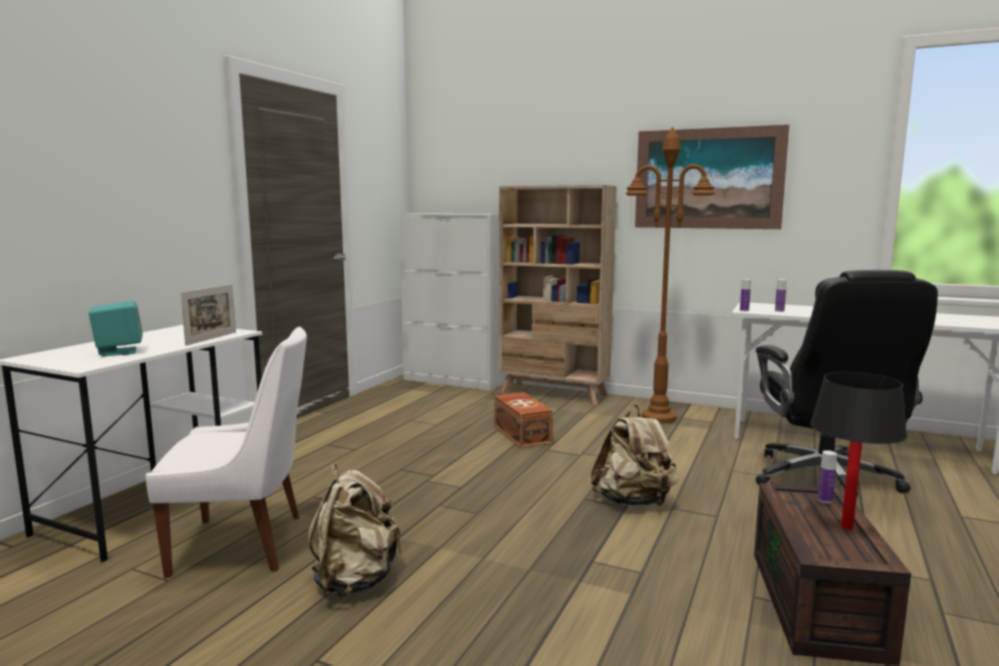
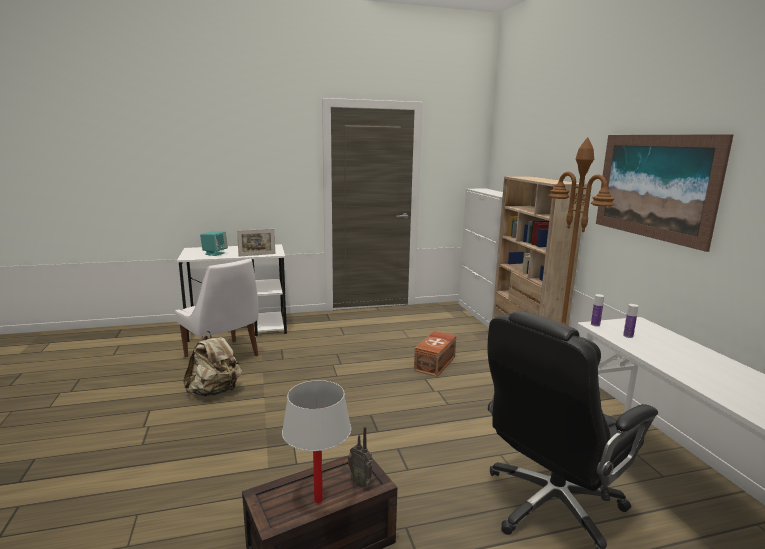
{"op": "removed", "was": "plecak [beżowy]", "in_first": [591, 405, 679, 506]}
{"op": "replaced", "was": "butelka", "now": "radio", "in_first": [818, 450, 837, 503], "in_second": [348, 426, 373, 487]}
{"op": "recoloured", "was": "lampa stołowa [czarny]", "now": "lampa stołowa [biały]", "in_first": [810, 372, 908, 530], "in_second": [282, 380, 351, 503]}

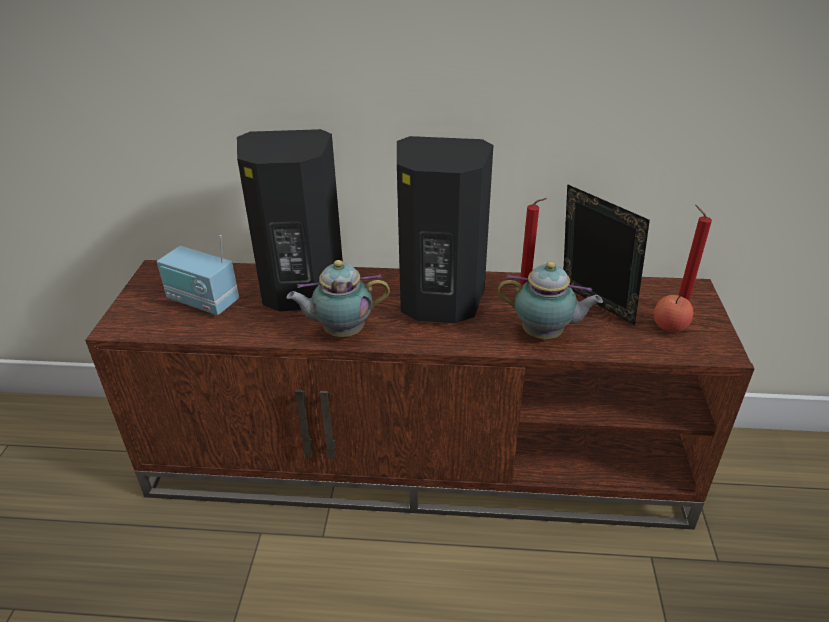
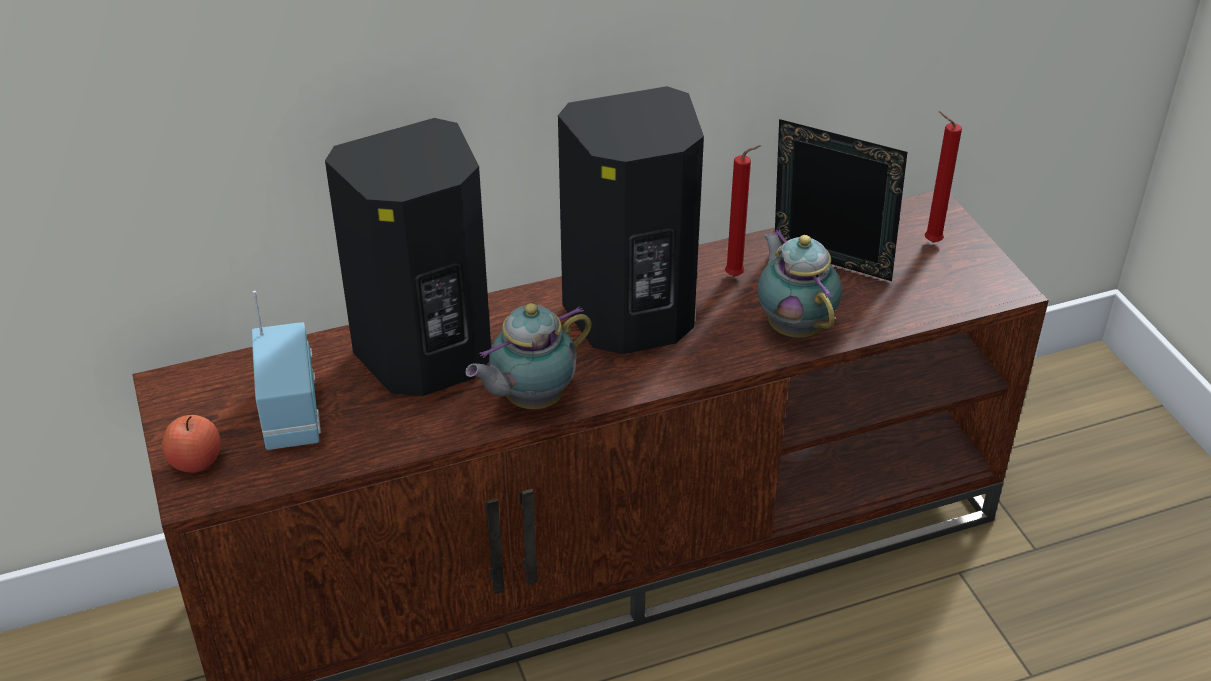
{"op": "moved", "was": "jabłko", "in_first": [654, 294, 694, 332], "in_second": [162, 415, 221, 473]}
{"op": "turned", "was": "radio", "in_first": [157, 235, 239, 315], "in_second": [251, 291, 321, 450], "clockwise": -105}
{"op": "turned", "was": "imbryk", "in_first": [498, 261, 603, 339], "in_second": [757, 229, 842, 338], "clockwise": -105}

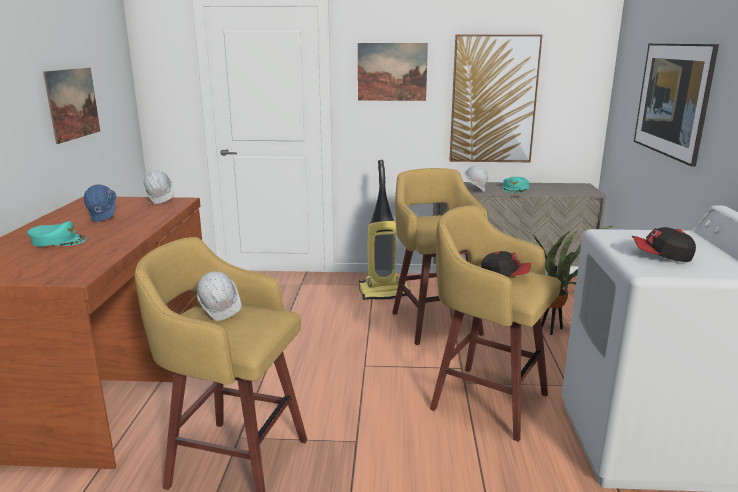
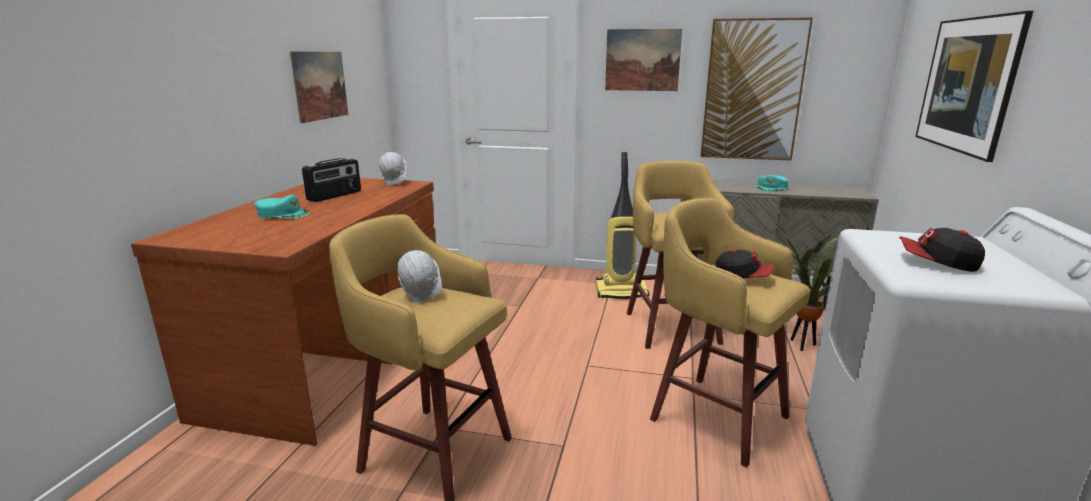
{"op": "removed", "was": "kask [biały]", "in_first": [464, 166, 489, 192]}
{"op": "replaced", "was": "kask [niebieski]", "now": "radio", "in_first": [84, 184, 116, 222], "in_second": [302, 158, 361, 202]}

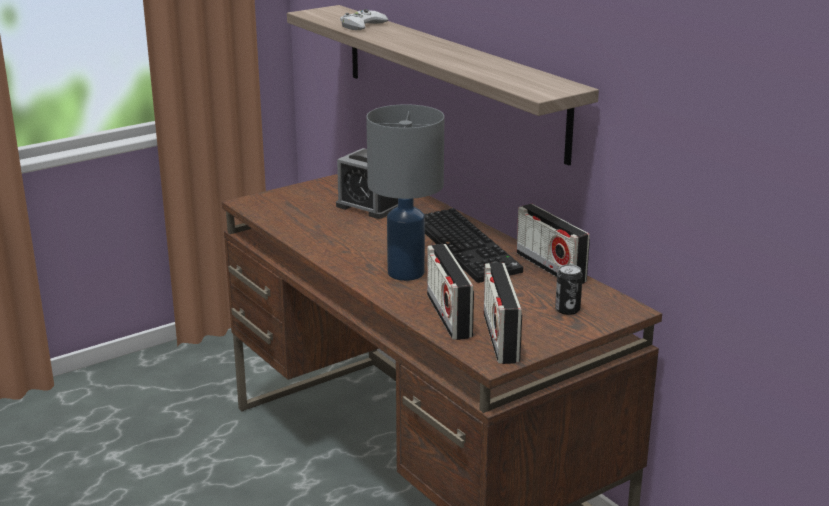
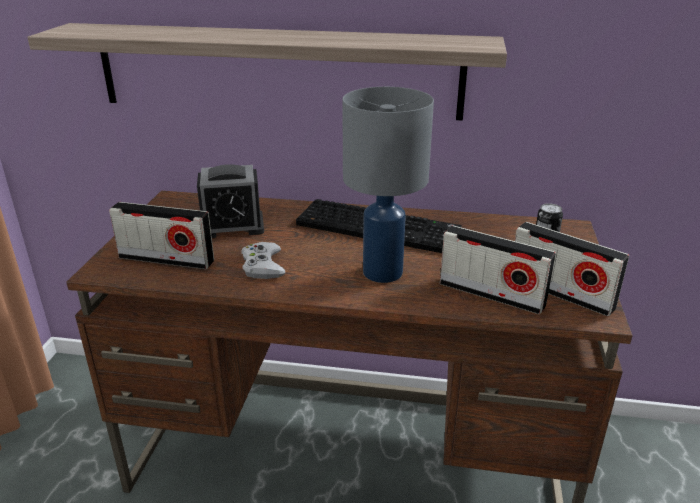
{"op": "moved", "was": "pad do gier [biały]", "in_first": [340, 9, 389, 30], "in_second": [241, 242, 285, 279]}
{"op": "moved", "was": "radio", "in_first": [516, 204, 590, 284], "in_second": [109, 202, 214, 269]}

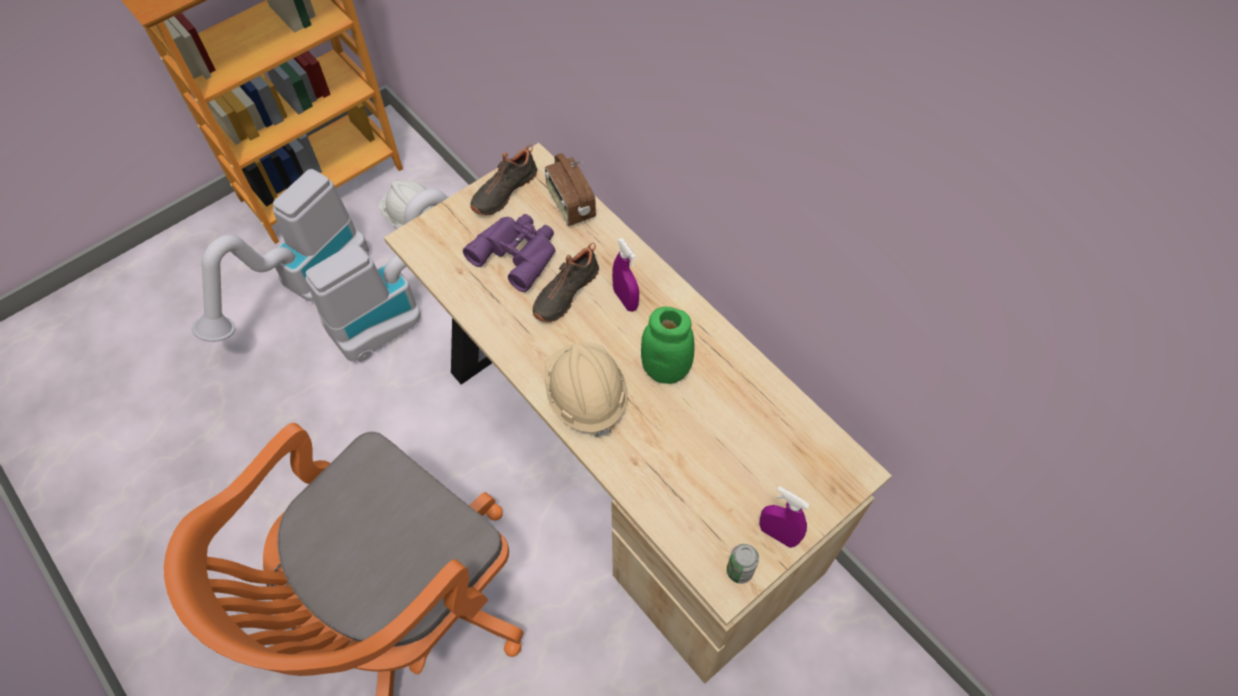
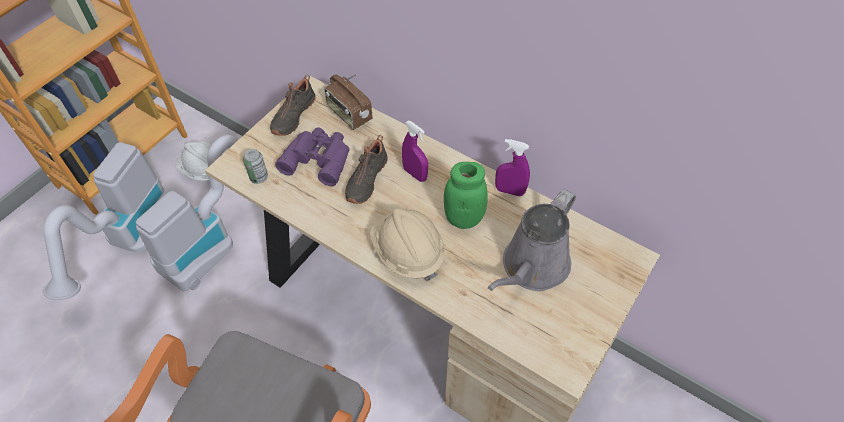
{"op": "added", "now": "konewka [szary]", "in_second": [488, 189, 576, 291]}
{"op": "moved", "was": "puszka", "in_first": [727, 544, 759, 584], "in_second": [243, 149, 268, 184]}
{"op": "moved", "was": "spryskiwacz [fioletowy]", "in_first": [760, 486, 810, 548], "in_second": [495, 139, 530, 197]}

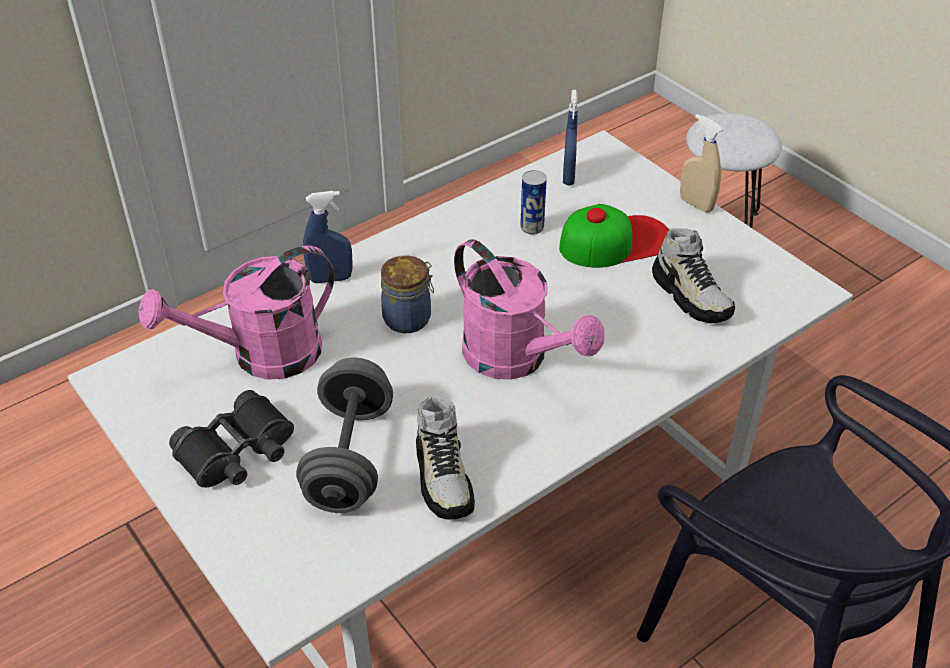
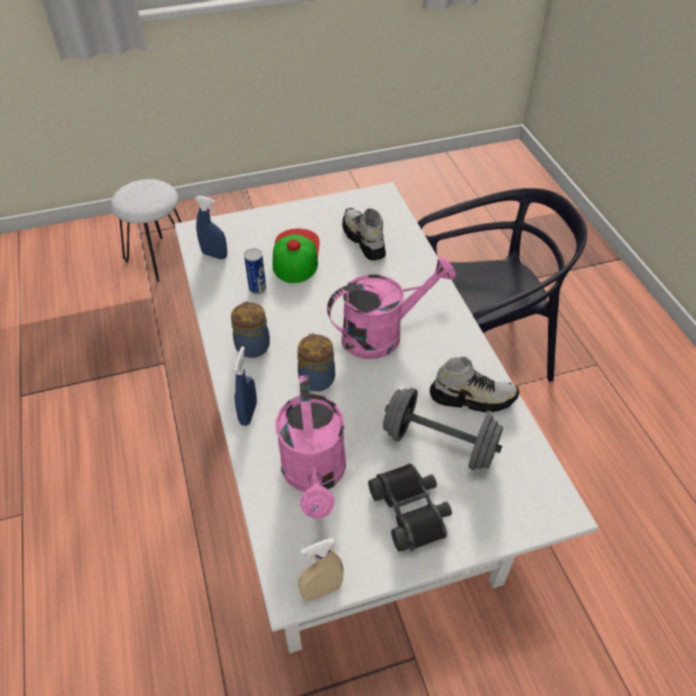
{"op": "added", "now": "słoik", "in_second": [231, 301, 270, 358]}
{"op": "moved", "was": "spryskiwacz [beżowy]", "in_first": [680, 114, 723, 213], "in_second": [298, 538, 344, 602]}
{"op": "turned", "was": "but", "in_first": [652, 228, 735, 323], "in_second": [342, 208, 386, 260], "clockwise": -105}

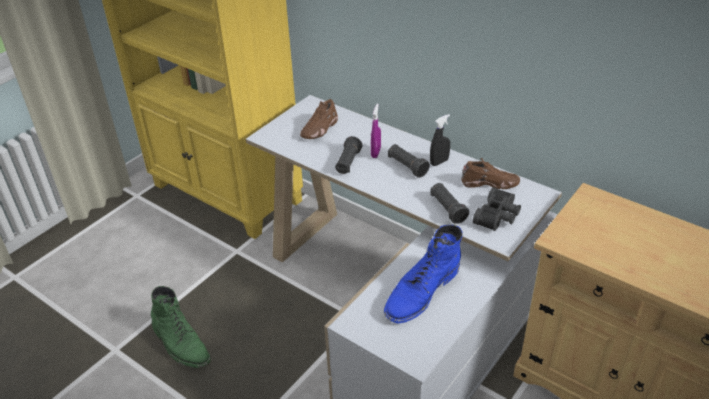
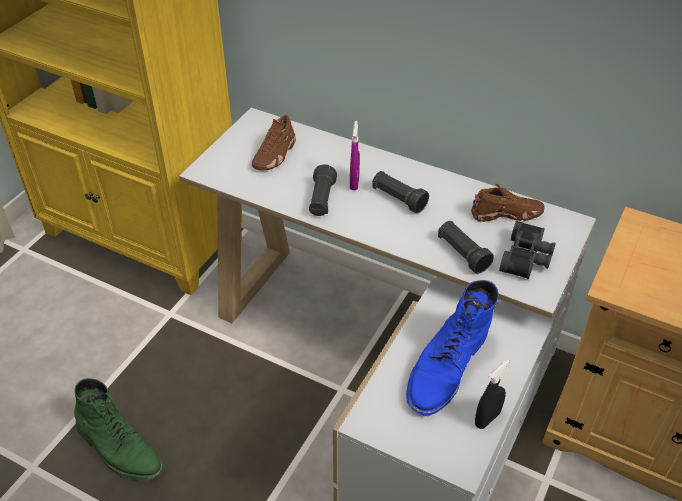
{"op": "moved", "was": "spryskiwacz [czarny]", "in_first": [430, 114, 450, 166], "in_second": [475, 359, 510, 429]}

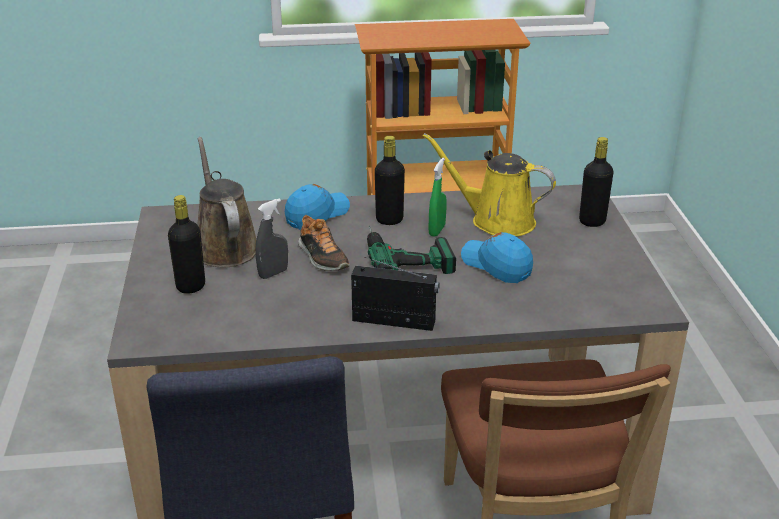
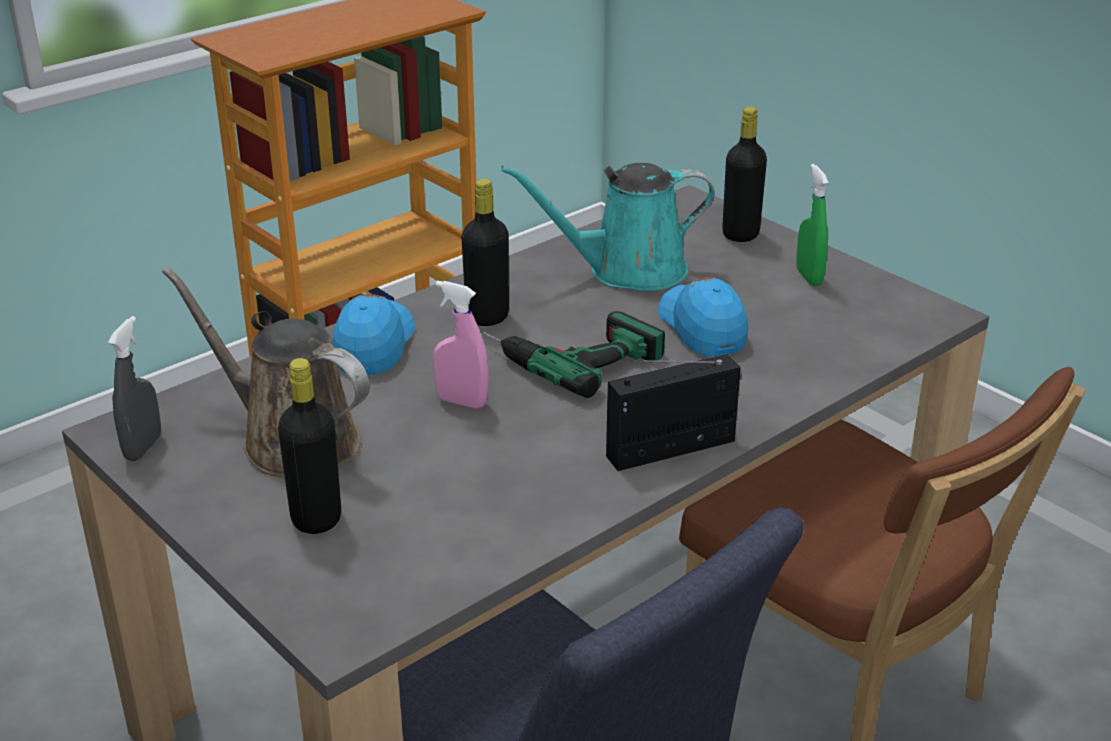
{"op": "moved", "was": "spryskiwacz [szary]", "in_first": [255, 198, 288, 279], "in_second": [108, 316, 161, 461]}
{"op": "moved", "was": "spryskiwacz [zielony]", "in_first": [429, 158, 447, 237], "in_second": [796, 164, 829, 286]}
{"op": "replaced", "was": "but", "now": "spryskiwacz [różowy]", "in_first": [298, 215, 350, 271], "in_second": [433, 281, 489, 409]}
{"op": "recoloured", "was": "konewka [żółty]", "now": "konewka [turkusowy]", "in_first": [423, 133, 556, 236], "in_second": [501, 163, 715, 291]}
{"op": "turned", "was": "czapka z daszkiem [niebieski]", "in_first": [461, 232, 533, 283], "in_second": [658, 277, 748, 357], "clockwise": 60}

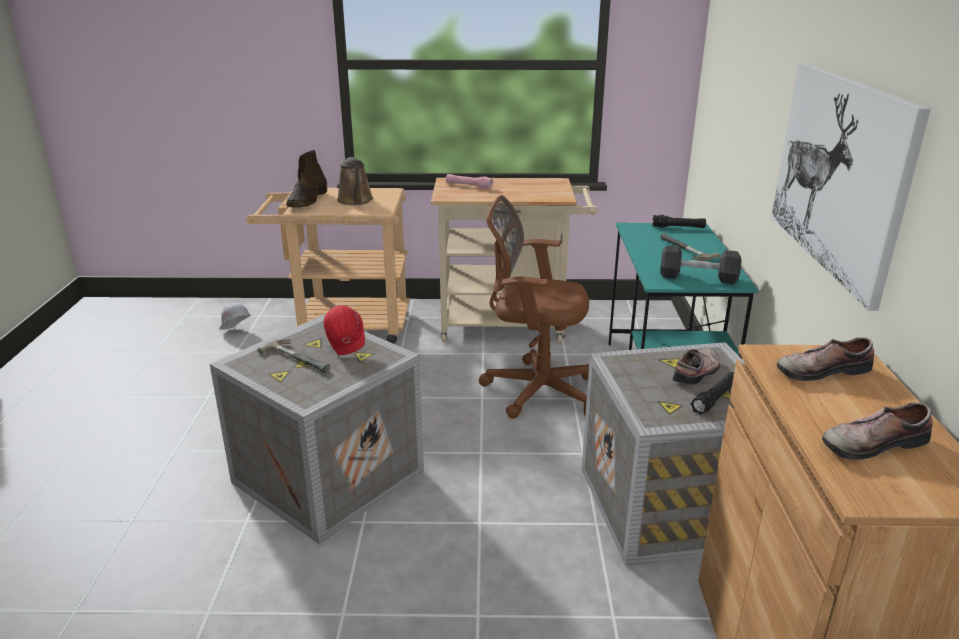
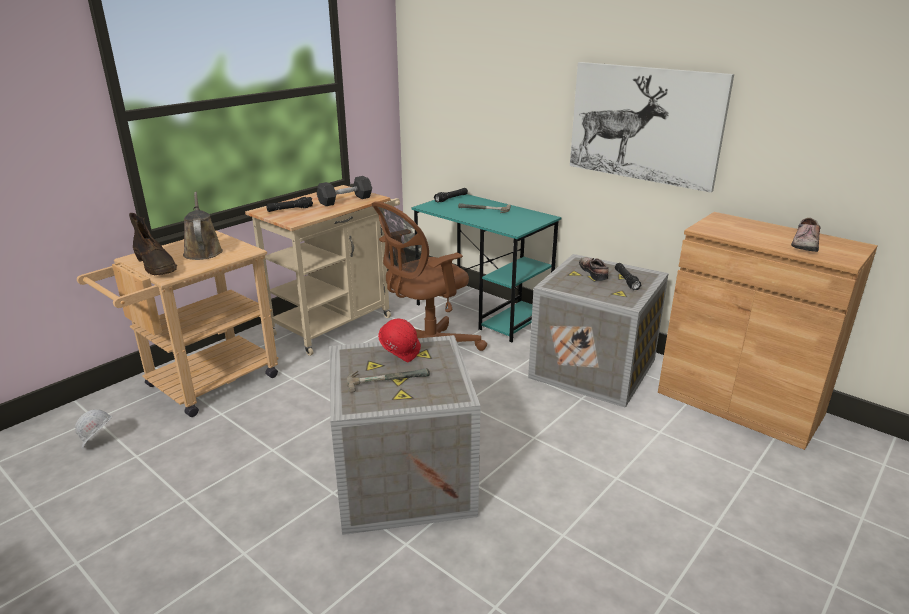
{"op": "removed", "was": "but", "in_first": [777, 337, 874, 381]}
{"op": "moved", "was": "hantel [czarny]", "in_first": [660, 245, 741, 284], "in_second": [317, 176, 372, 206]}
{"op": "recoloured", "was": "latarka [różowy]", "now": "latarka [czarny]", "in_first": [446, 174, 494, 189], "in_second": [266, 197, 313, 212]}
{"op": "turned", "was": "konewka [brązowy]", "in_first": [337, 157, 373, 205], "in_second": [183, 192, 223, 260], "clockwise": -135}

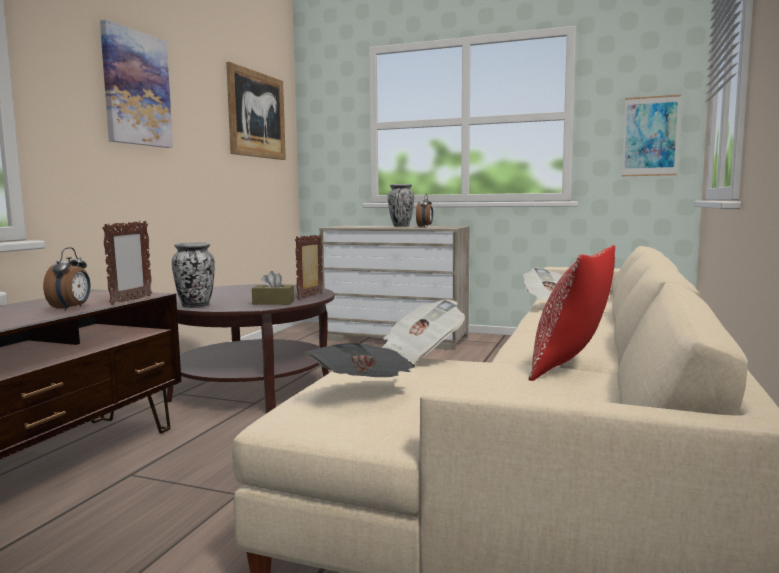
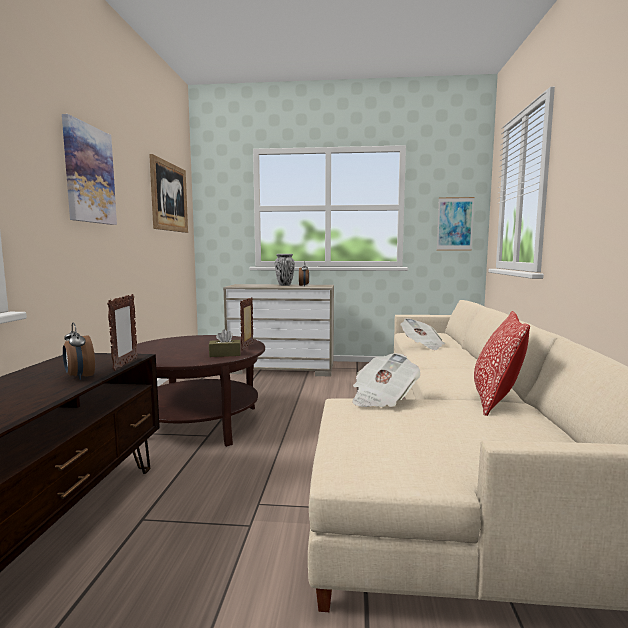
{"op": "removed", "was": "wazon", "in_first": [172, 242, 215, 308]}
{"op": "removed", "was": "gazeta", "in_first": [304, 343, 415, 377]}
{"op": "turned", "was": "budzik", "in_first": [43, 247, 90, 311], "in_second": [63, 323, 95, 380], "clockwise": 150}

